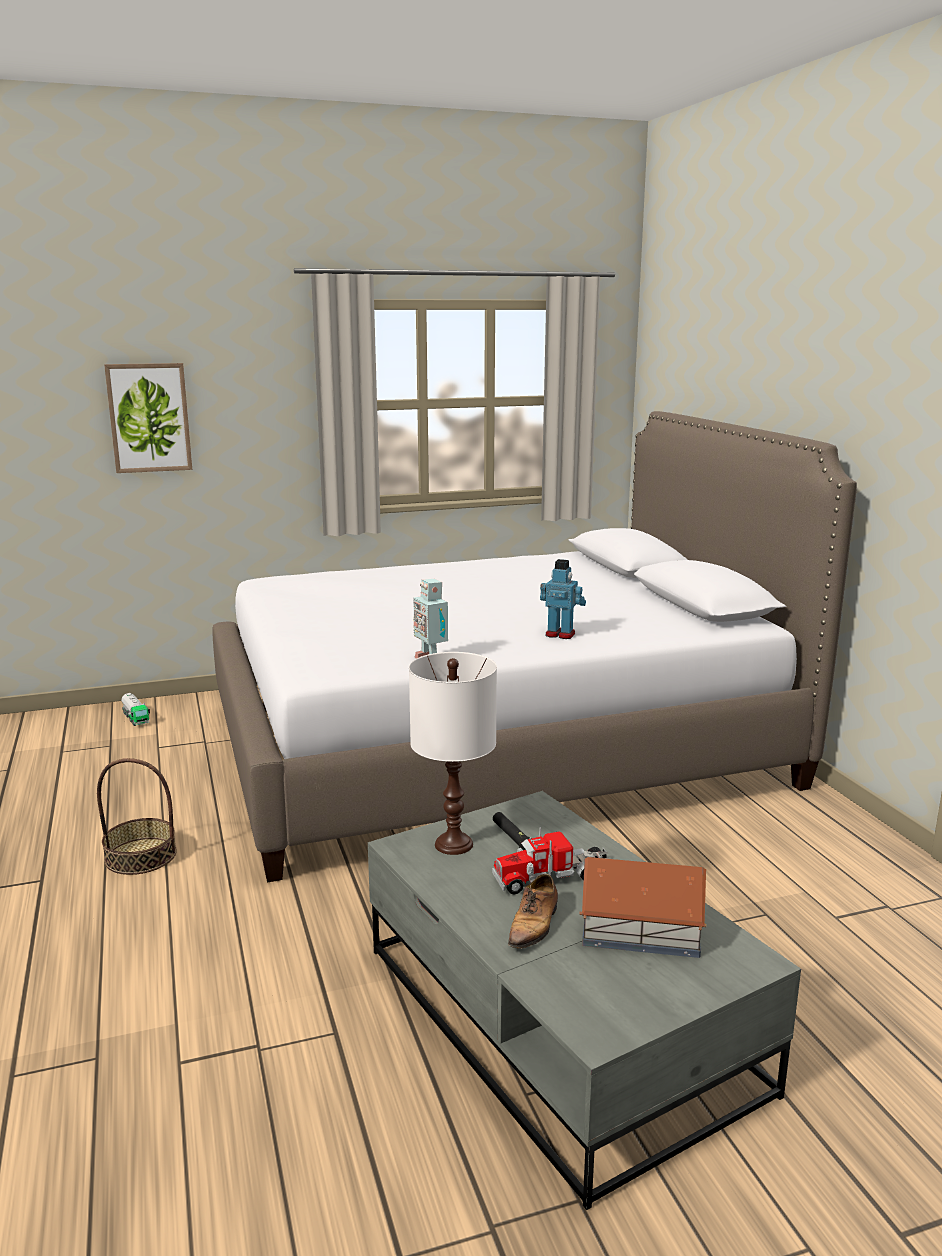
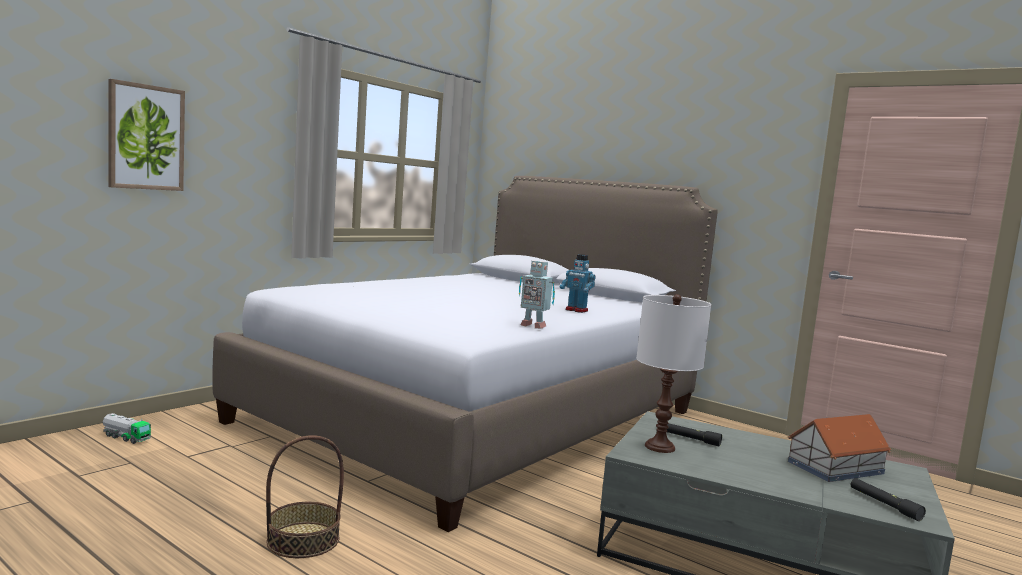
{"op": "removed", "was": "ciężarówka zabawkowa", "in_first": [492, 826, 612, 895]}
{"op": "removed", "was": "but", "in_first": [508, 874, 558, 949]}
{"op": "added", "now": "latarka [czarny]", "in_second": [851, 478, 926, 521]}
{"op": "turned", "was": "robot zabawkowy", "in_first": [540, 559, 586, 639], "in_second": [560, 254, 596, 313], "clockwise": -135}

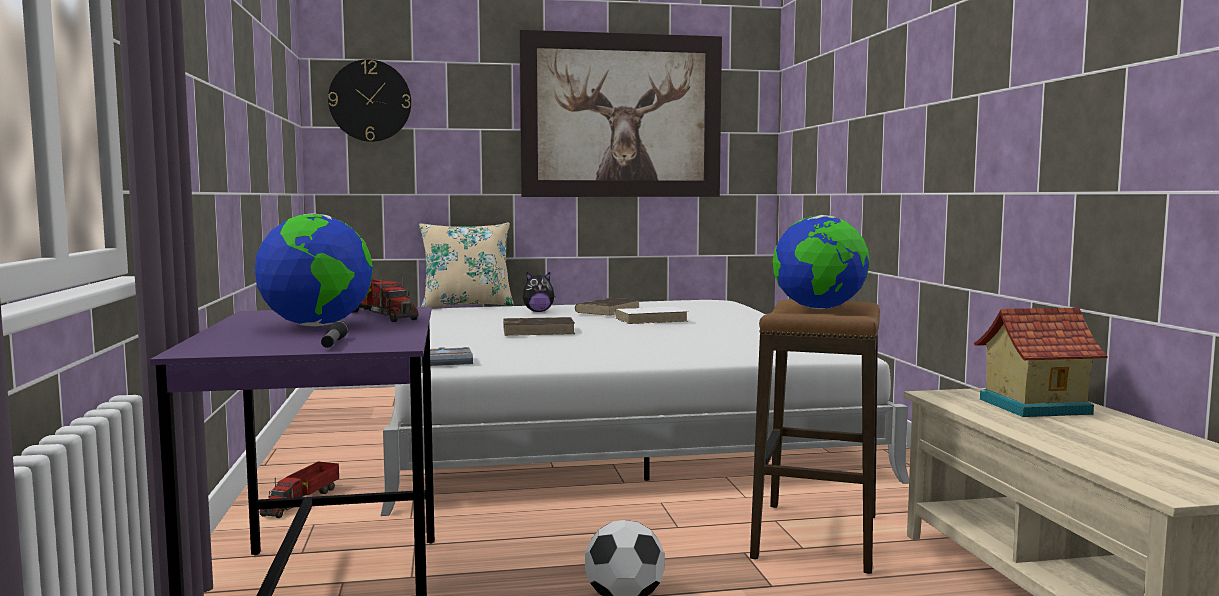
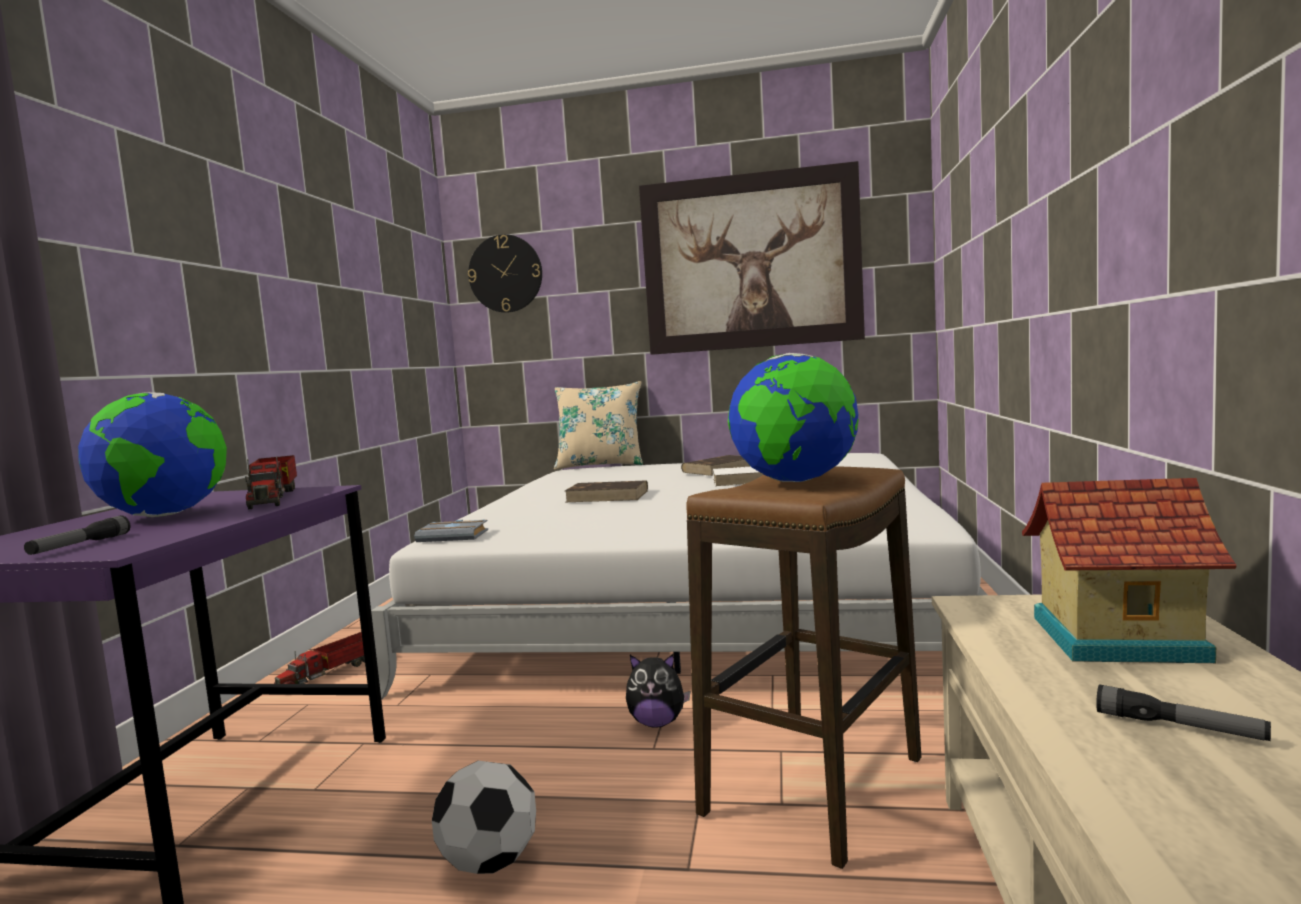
{"op": "added", "now": "latarka", "in_second": [1096, 684, 1271, 741]}
{"op": "moved", "was": "pluszak", "in_first": [523, 272, 555, 312], "in_second": [626, 654, 690, 728]}

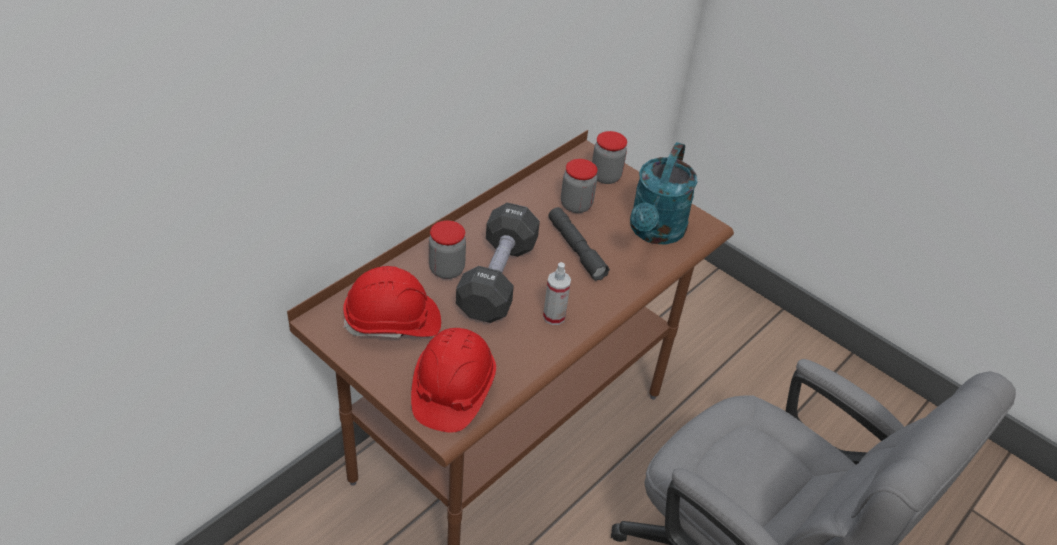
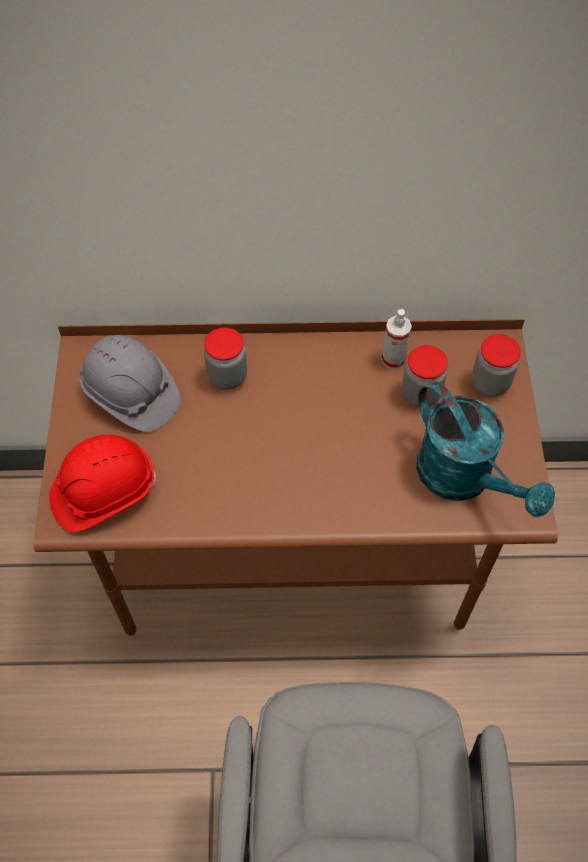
{"op": "removed", "was": "hantel [czarny]", "in_first": [456, 203, 540, 323]}
{"op": "removed", "was": "latarka [szary]", "in_first": [548, 207, 610, 281]}
{"op": "moved", "was": "spryskiwacz", "in_first": [543, 262, 571, 325], "in_second": [382, 309, 412, 369]}
{"op": "recoloured", "was": "kask [czerwony]", "now": "kask [szary]", "in_first": [343, 266, 441, 338], "in_second": [80, 335, 180, 432]}
{"op": "turned", "was": "konewka [turkusowy]", "in_first": [630, 142, 697, 245], "in_second": [416, 381, 555, 517], "clockwise": -105}

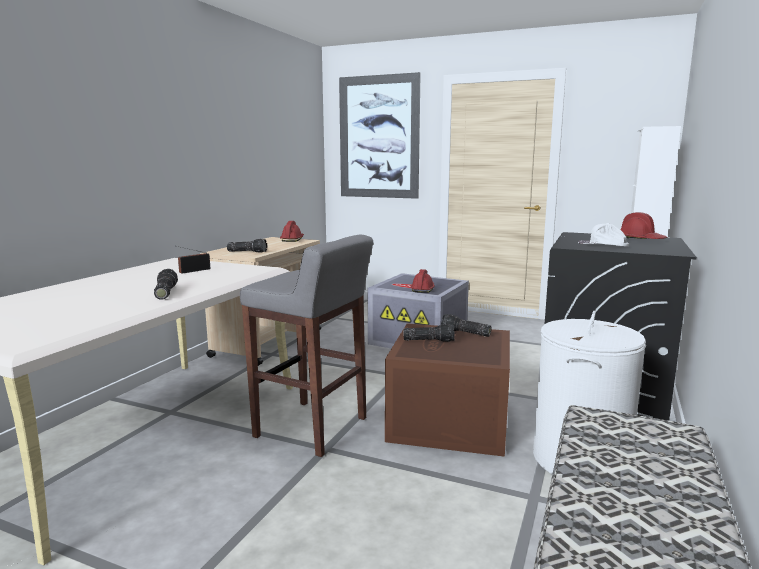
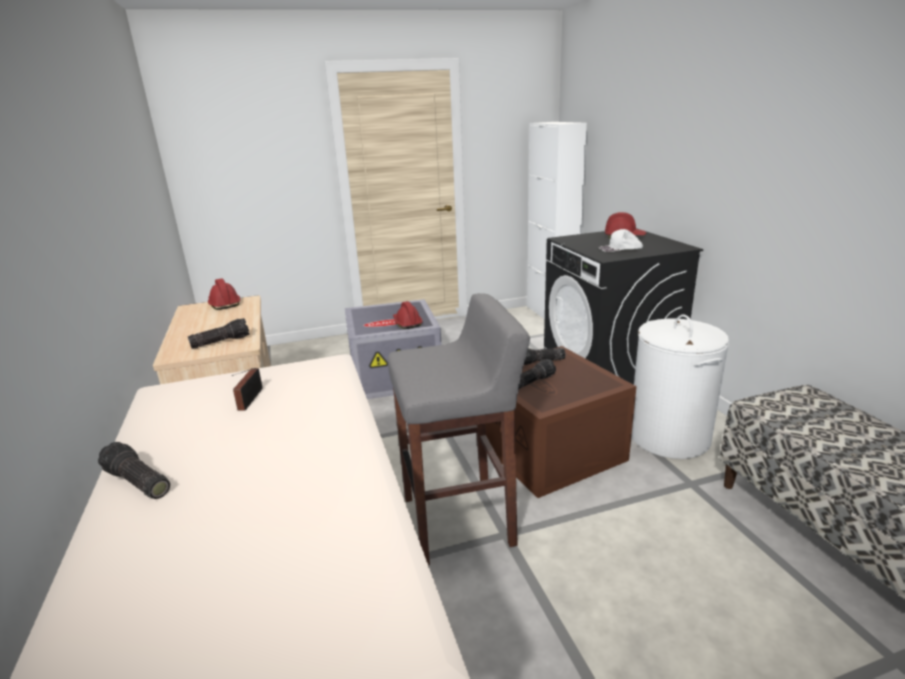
{"op": "removed", "was": "obraz", "in_first": [339, 72, 421, 199]}
{"op": "moved", "was": "latarka", "in_first": [154, 269, 178, 300], "in_second": [98, 442, 170, 499]}

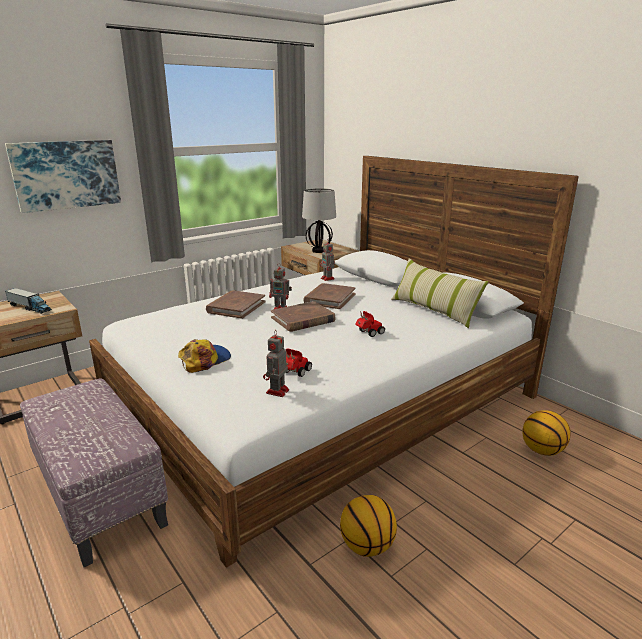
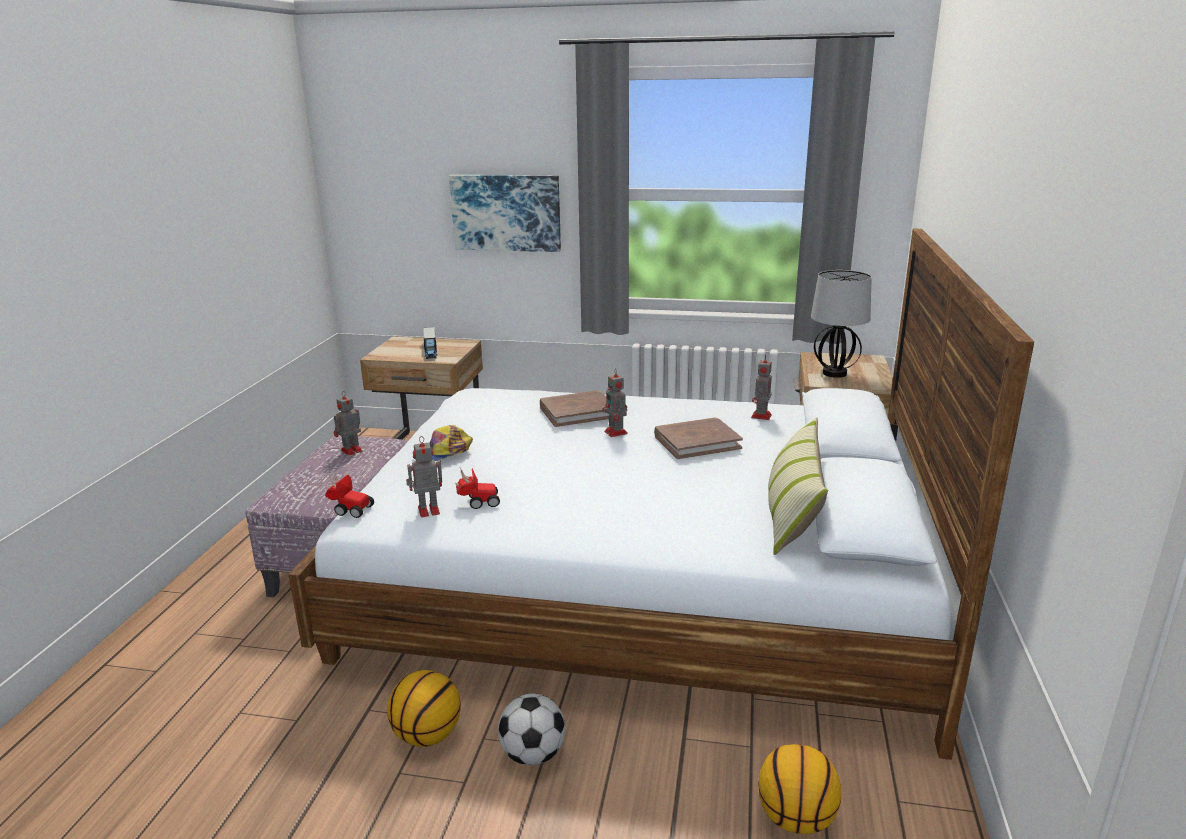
{"op": "removed", "was": "książka [brązowy]", "in_first": [271, 301, 336, 332]}
{"op": "added", "now": "robot zabawkowy", "in_second": [334, 392, 363, 456]}
{"op": "added", "now": "piłka futbolowa", "in_second": [498, 693, 565, 765]}
{"op": "moved", "was": "samochodzik", "in_first": [356, 311, 385, 337], "in_second": [325, 472, 374, 518]}
{"op": "turned", "was": "czapka z daszkiem", "in_first": [178, 339, 231, 373], "in_second": [413, 425, 473, 461], "clockwise": 135}

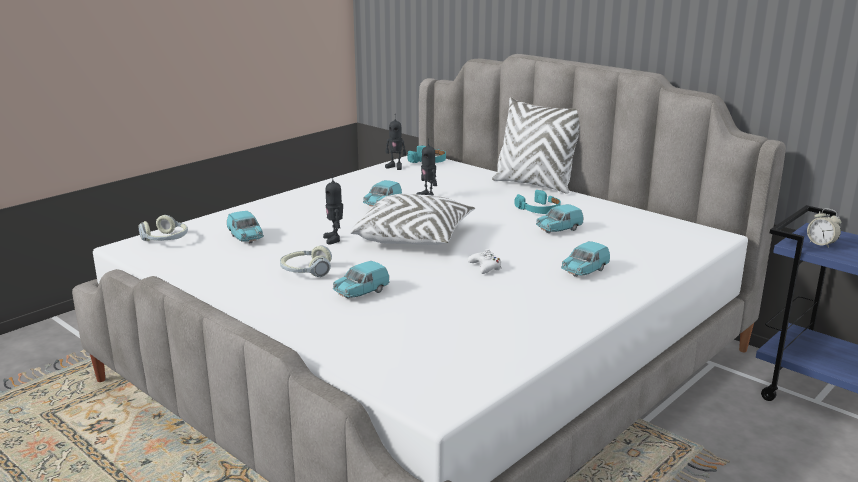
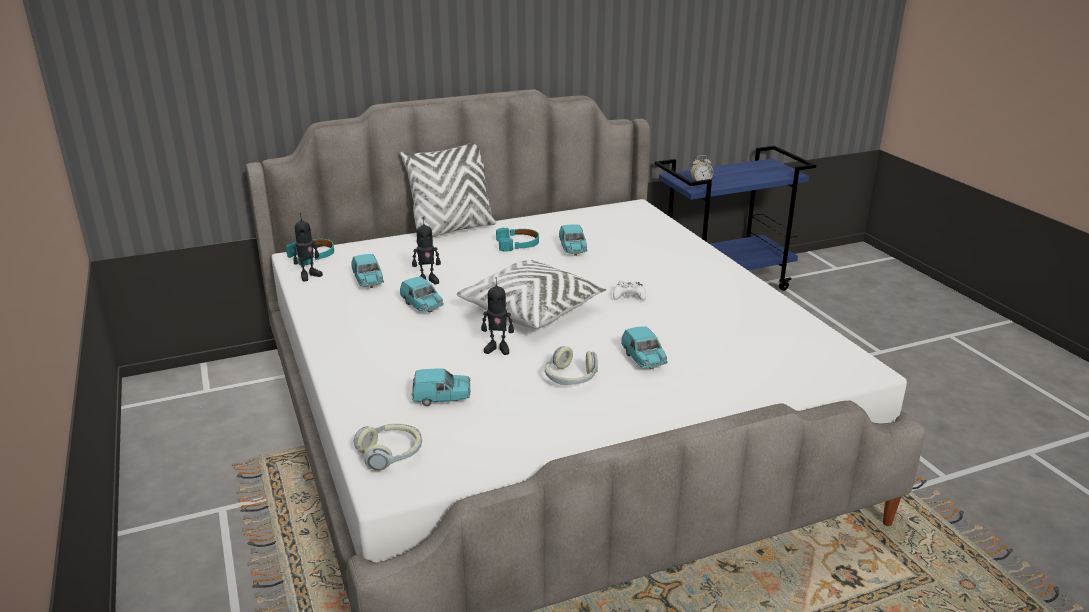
{"op": "moved", "was": "samochodzik [turkusowy]", "in_first": [561, 241, 610, 277], "in_second": [351, 254, 384, 288]}

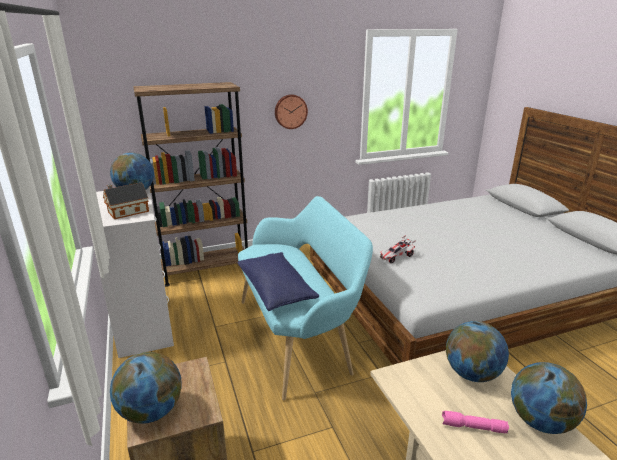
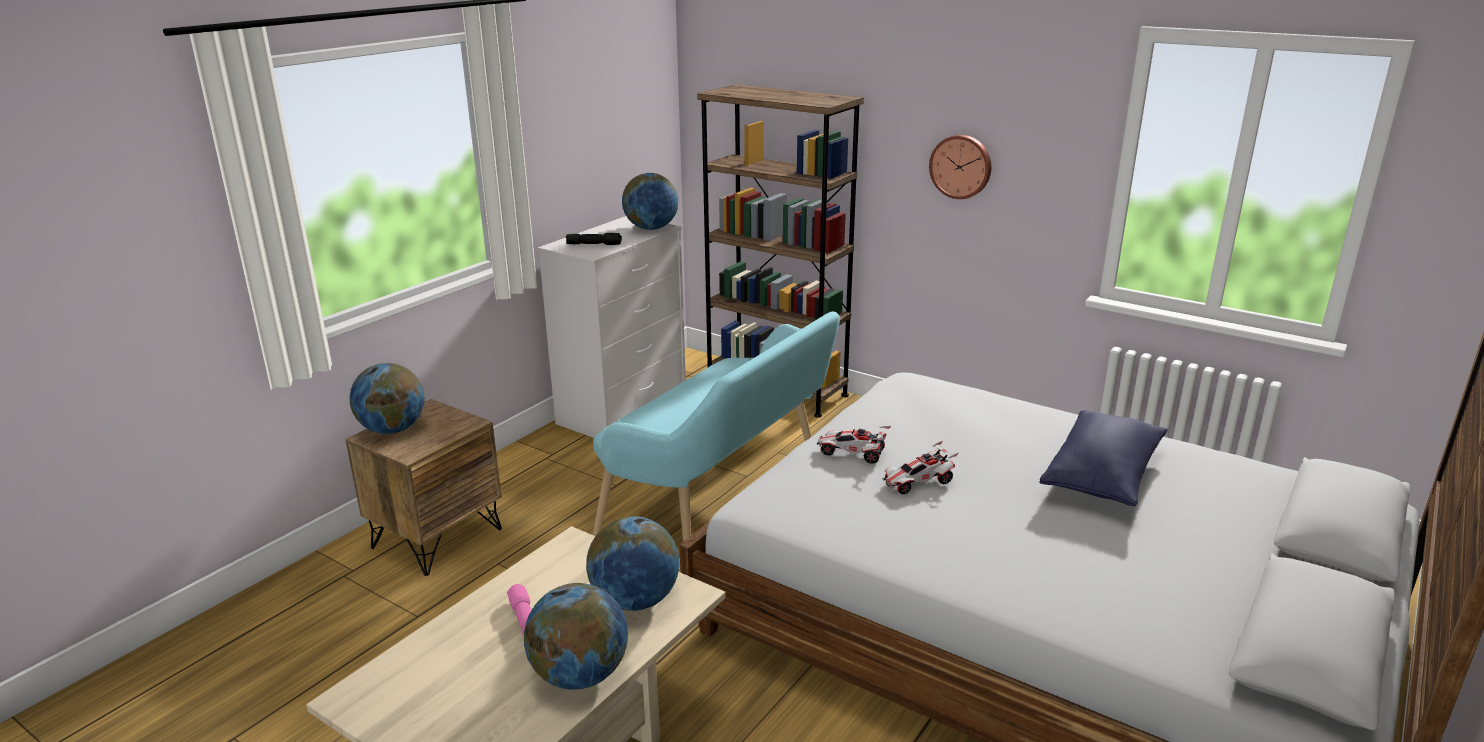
{"op": "added", "now": "samochodzik", "in_second": [882, 441, 959, 494]}
{"op": "moved", "was": "poduszka [niebieski]", "in_first": [238, 252, 319, 311], "in_second": [1039, 410, 1168, 506]}
{"op": "replaced", "was": "domek", "now": "latarka [czarny]", "in_first": [103, 182, 149, 219], "in_second": [566, 233, 622, 245]}

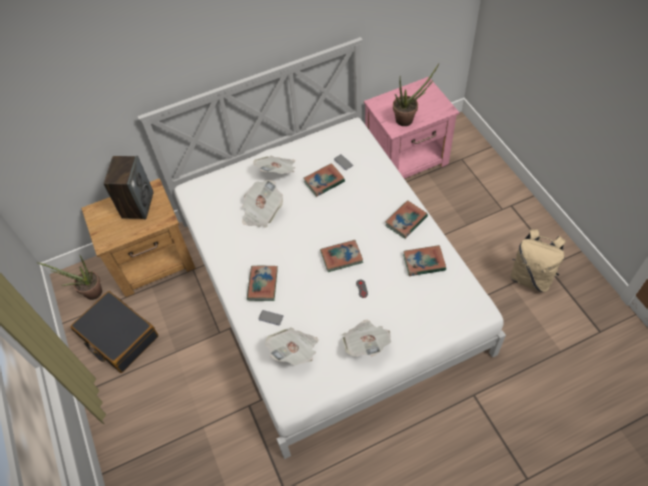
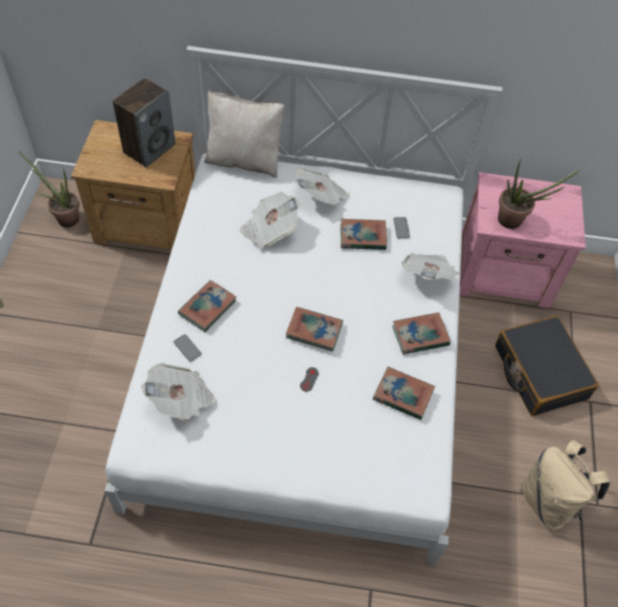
{"op": "added", "now": "poduszka [beżowy]", "in_second": [204, 91, 285, 178]}
{"op": "moved", "was": "walizka [czarny]", "in_first": [71, 291, 158, 373], "in_second": [495, 316, 598, 416]}
{"op": "moved", "was": "gazeta", "in_first": [342, 320, 391, 357], "in_second": [401, 253, 459, 280]}

